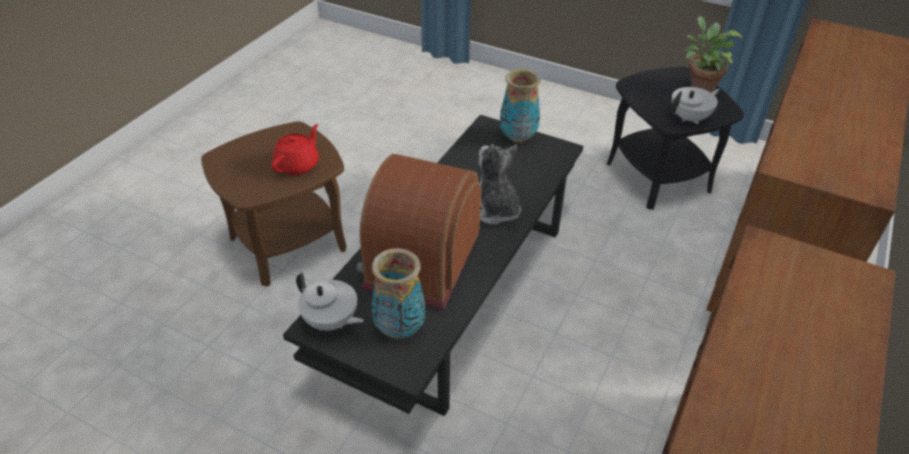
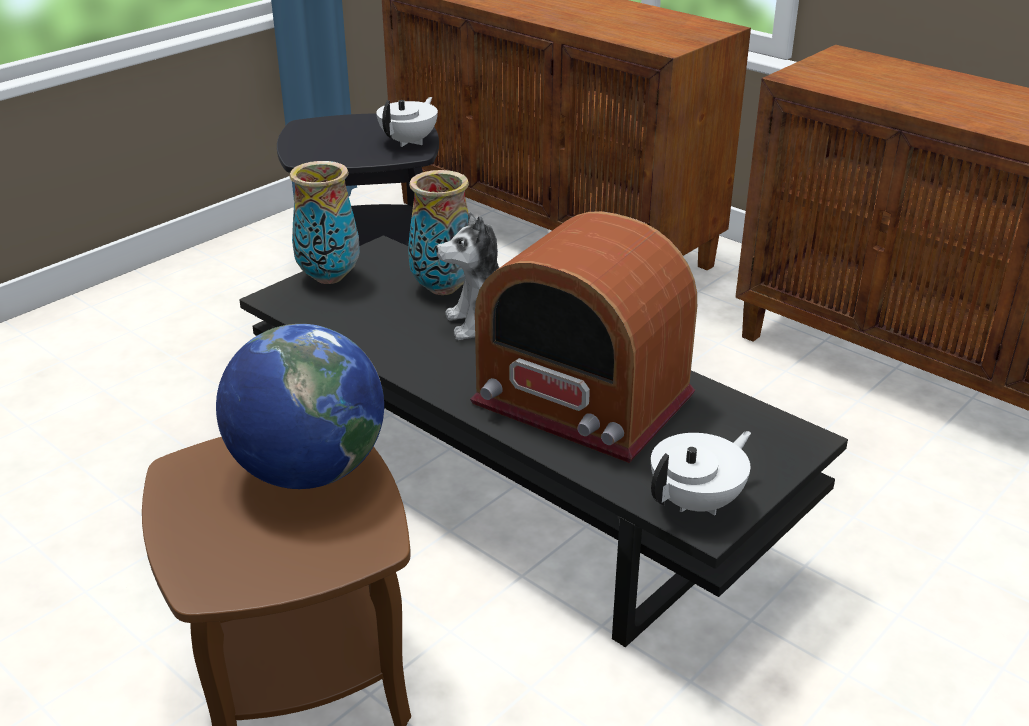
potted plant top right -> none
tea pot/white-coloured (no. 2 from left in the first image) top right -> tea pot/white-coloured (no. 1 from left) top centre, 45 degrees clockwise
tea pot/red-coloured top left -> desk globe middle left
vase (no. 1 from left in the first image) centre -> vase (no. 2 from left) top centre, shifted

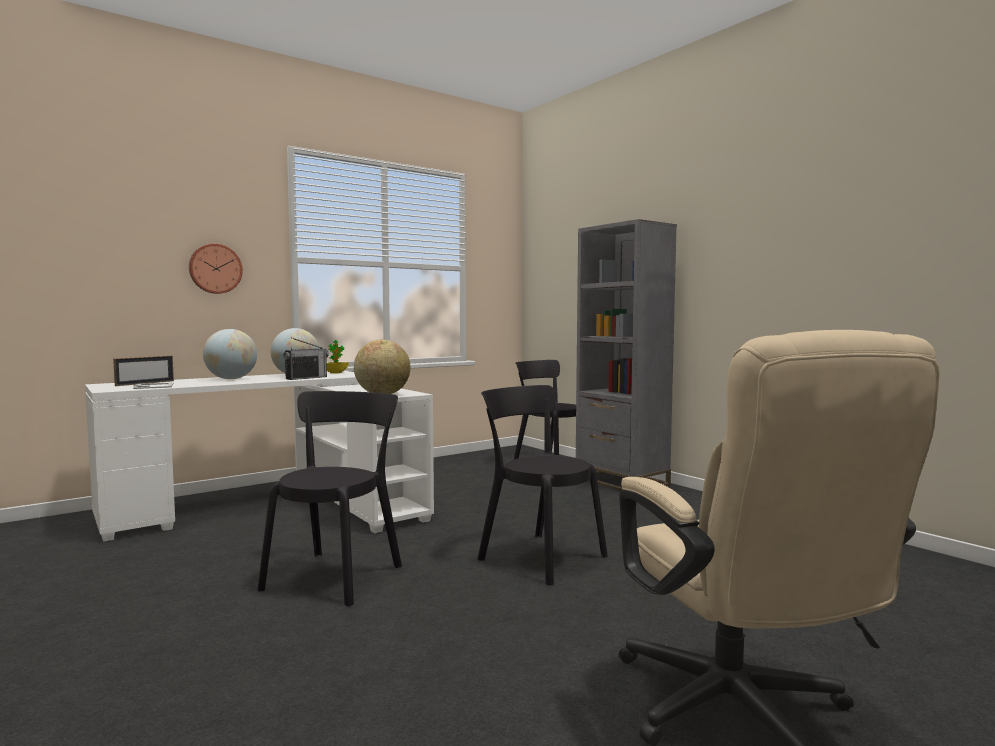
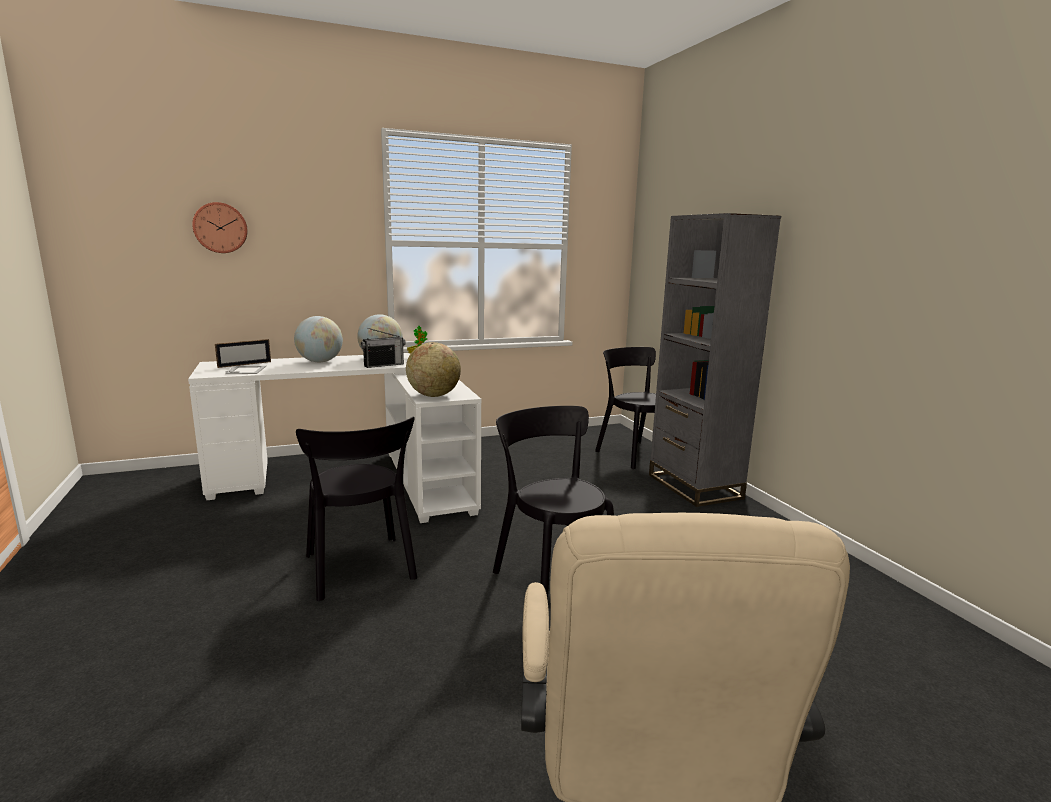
clock on the wall middle left -> clock on the wall top left, shifted
chair/blackish (no. 1 from left) bottom left -> chair/blackish (no. 1 from left) centre, 120 degrees clockwise

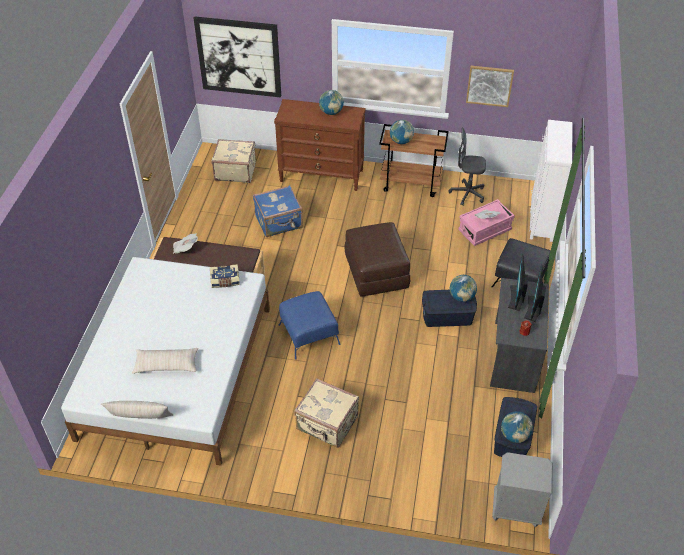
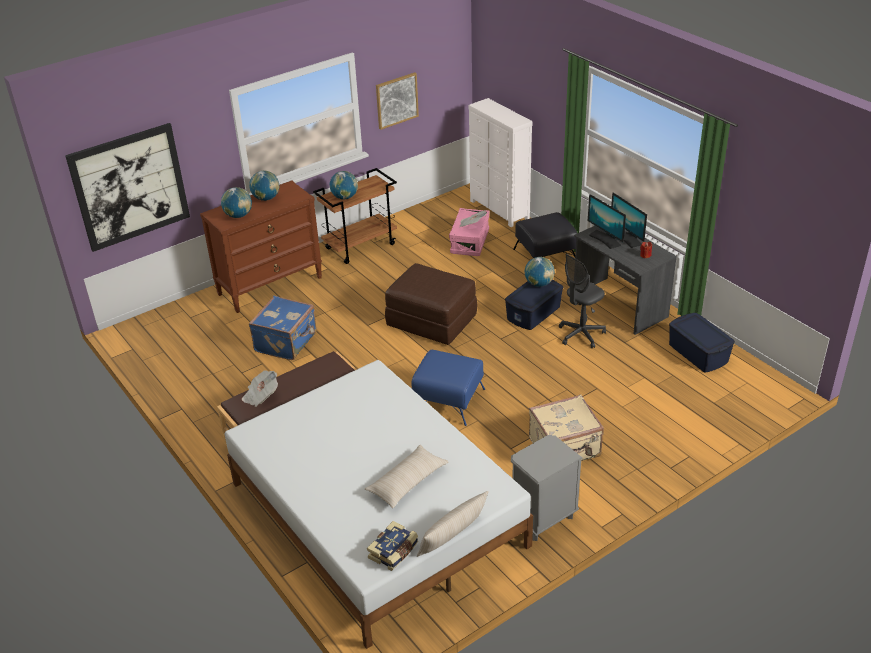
office chair/greyish top right -> office chair/greyish middle right, shifted
suitcase/beige (no. 1 from left) top centre -> none
volume middle left -> volume bottom centre, shifted
desk globe (no. 4 from left in the first image) bottom right -> desk globe (no. 1 from left) top left, shifted
night table/greyish bottom right -> night table/greyish bottom centre, shifted

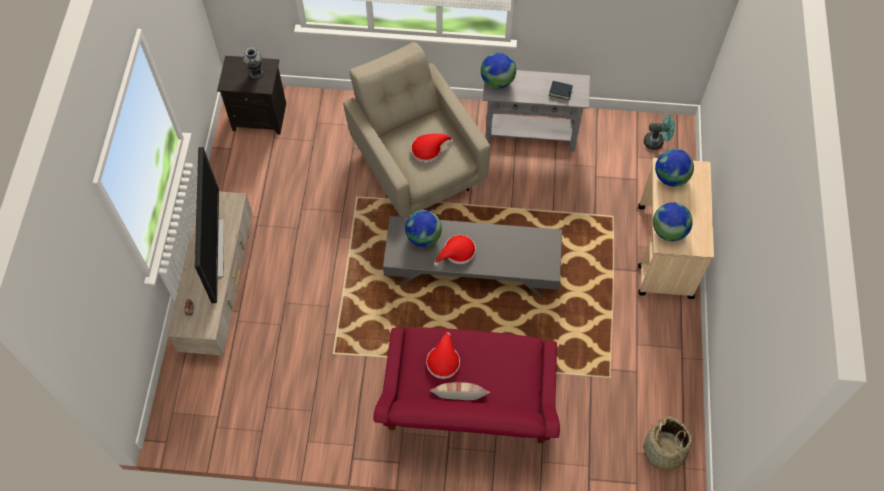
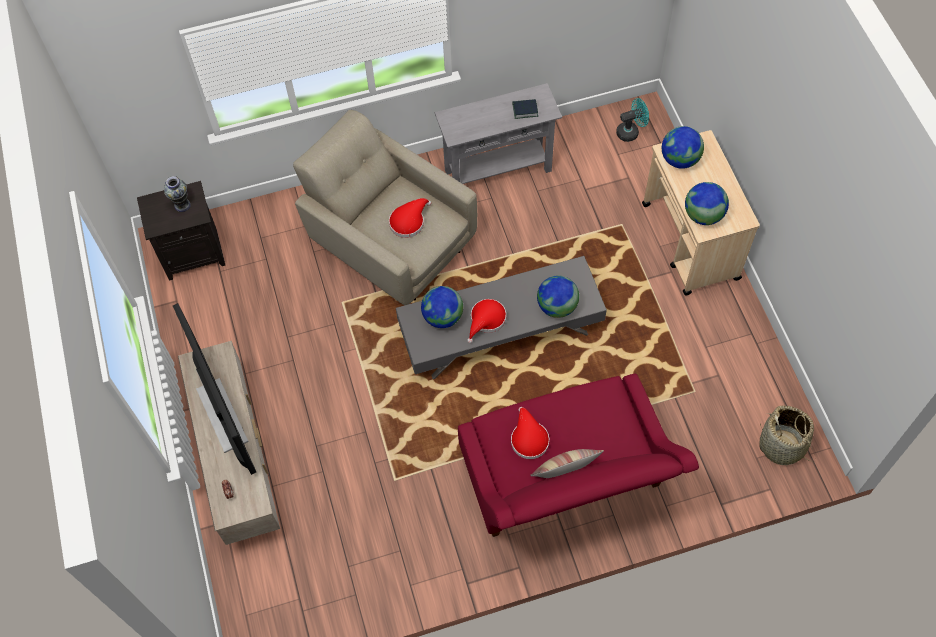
desk globe (no. 2 from left) top centre -> desk globe (no. 2 from left) centre, shifted

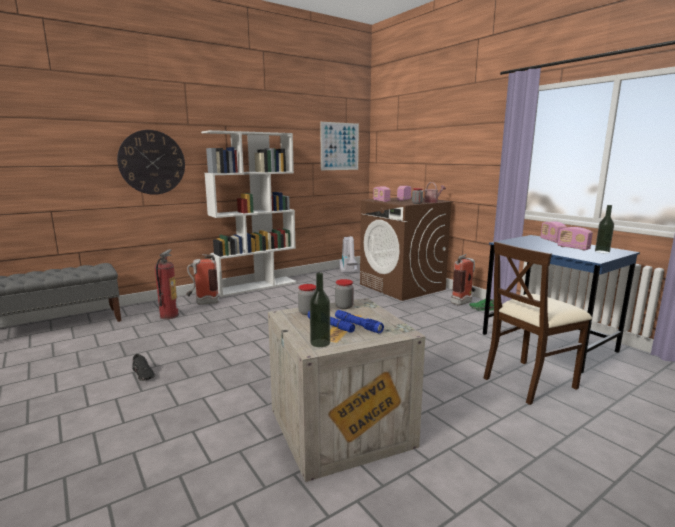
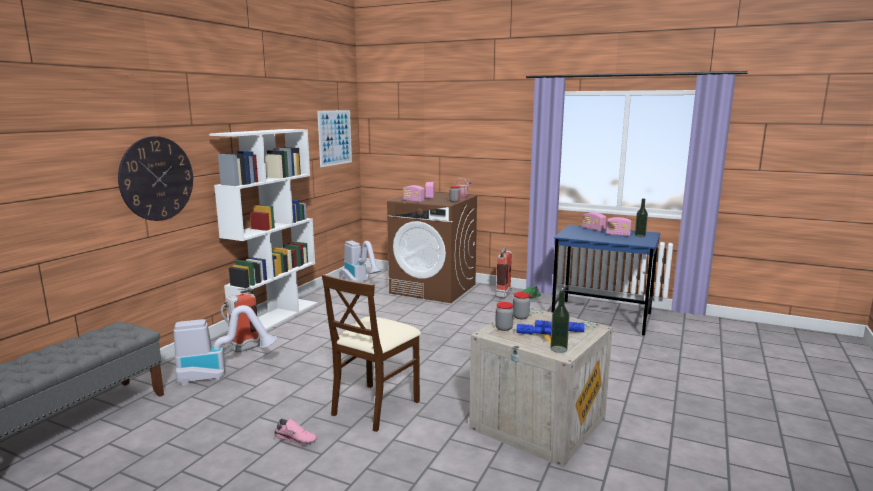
chair/beige middle right -> chair/beige bottom centre, shifted
fire-fighting cylinder (no. 1 from left) middle left -> hoover (no. 1 from left) bottom left
item of footwear/blackish bottom left -> item of footwear/pink bottom centre

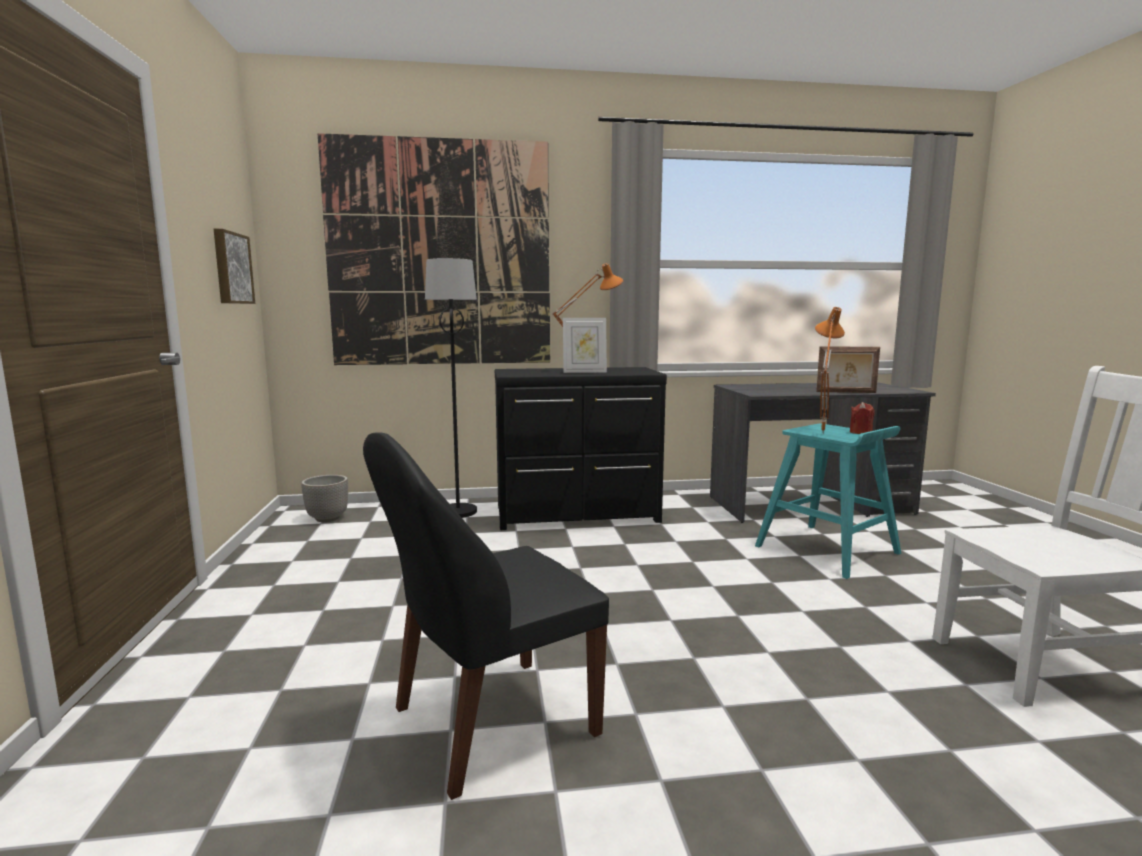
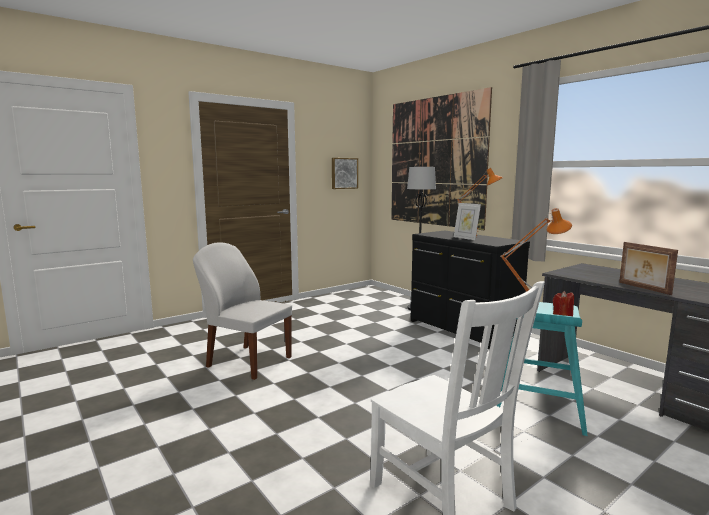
chair/blackish bottom centre -> chair/white-coloured (no. 1 from left) centre
plant pot middle left -> none

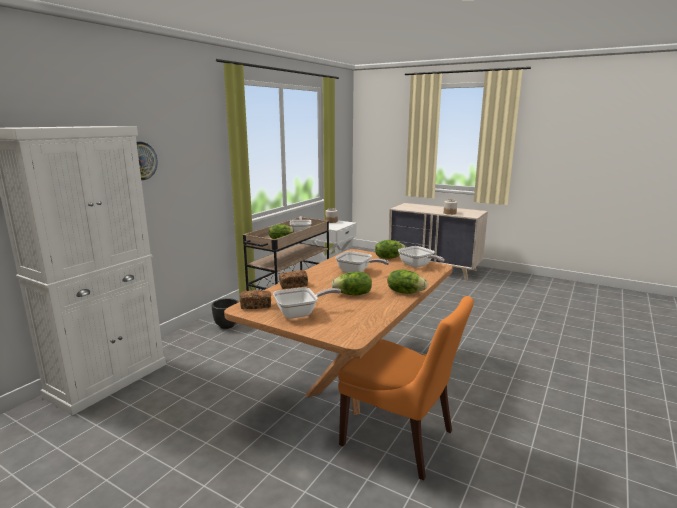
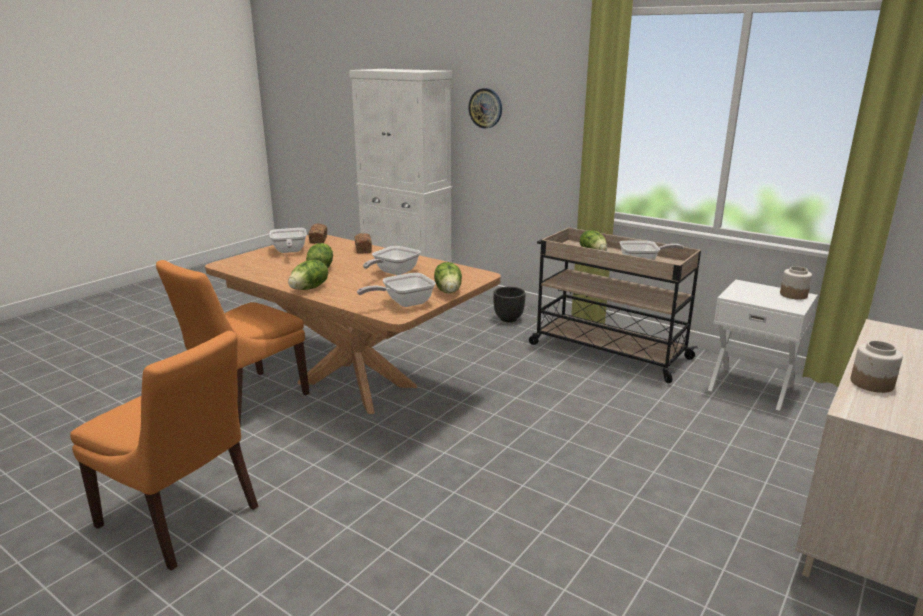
none -> chair/orange-coloured (no. 1 from left) bottom left

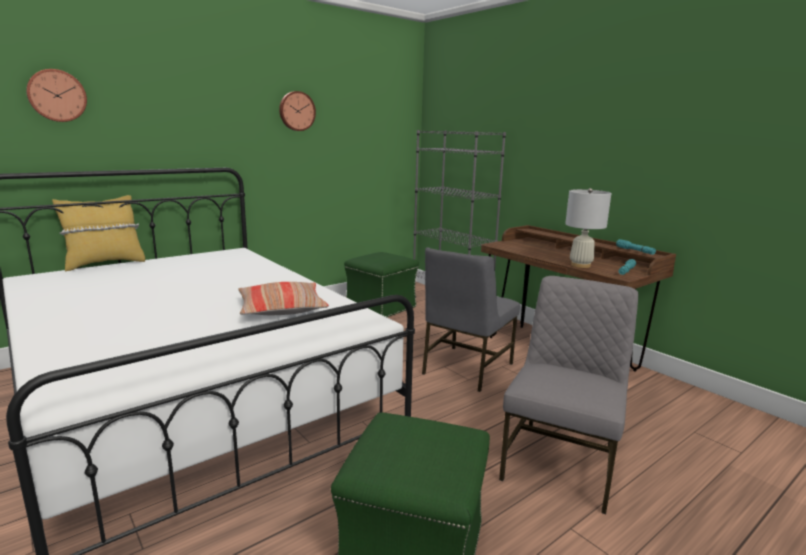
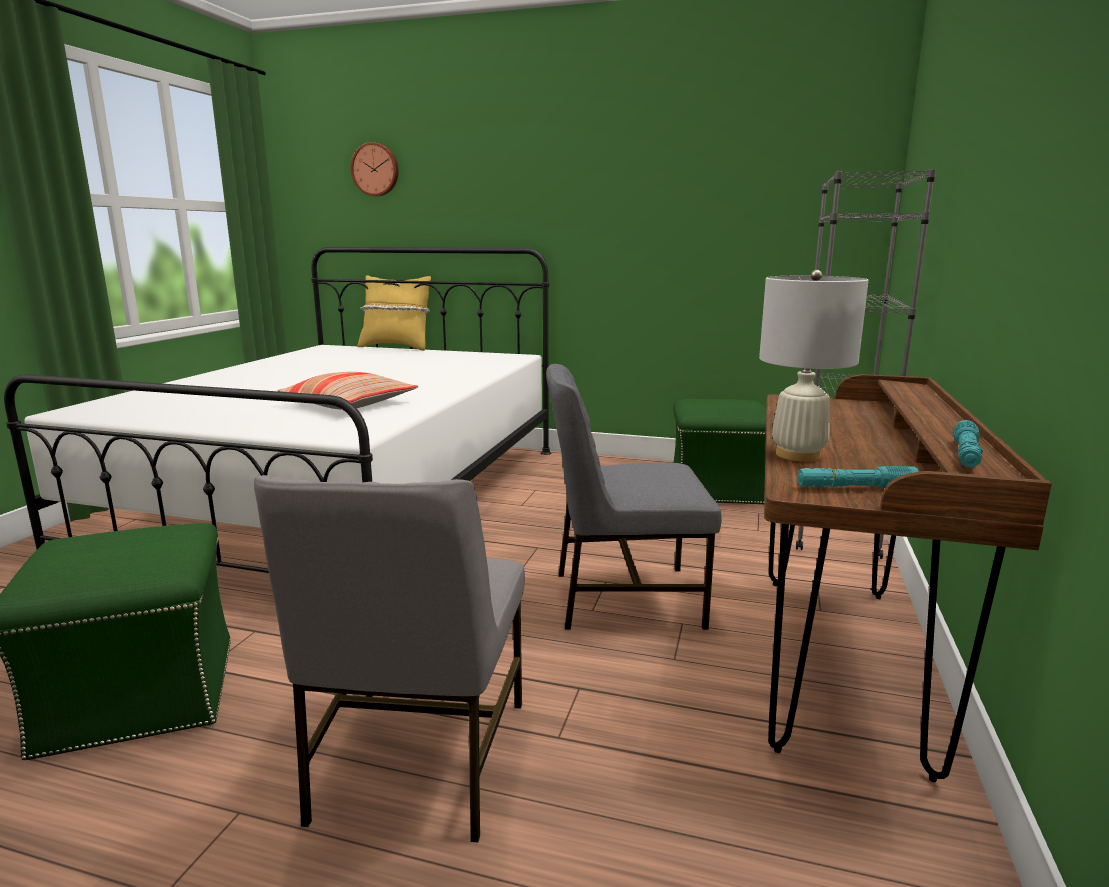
clock on the wall (no. 2 from left) top centre -> none
chair/greyish (no. 2 from left in the first image) bottom right -> chair/greyish (no. 1 from left) bottom centre, 105 degrees clockwise

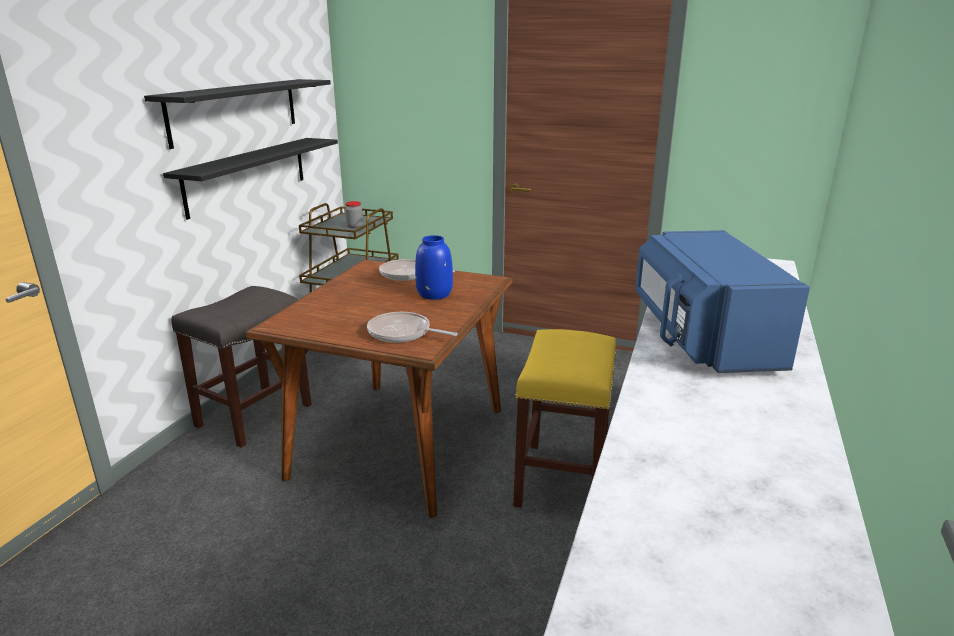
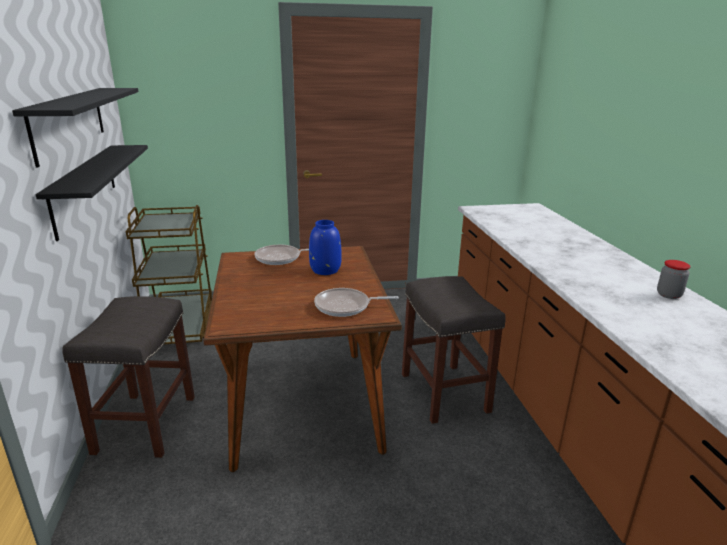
storage jar centre -> storage jar middle right, shifted
microwave/blue-coloured middle right -> none
stool seat/yellowish centre -> stool seat/greyish (no. 2 from left) centre

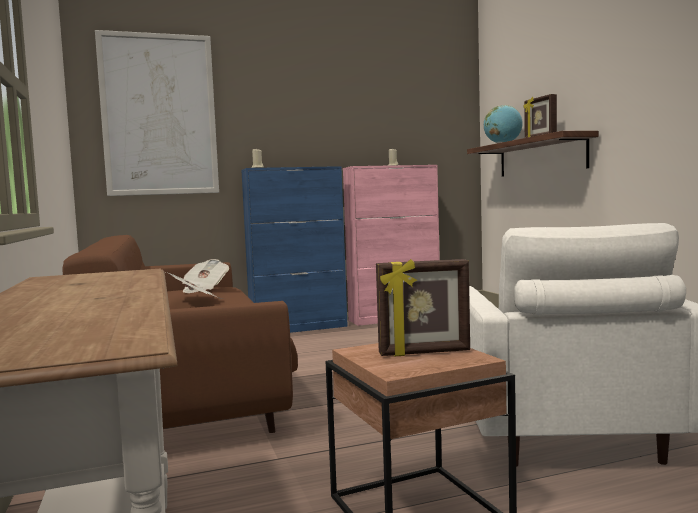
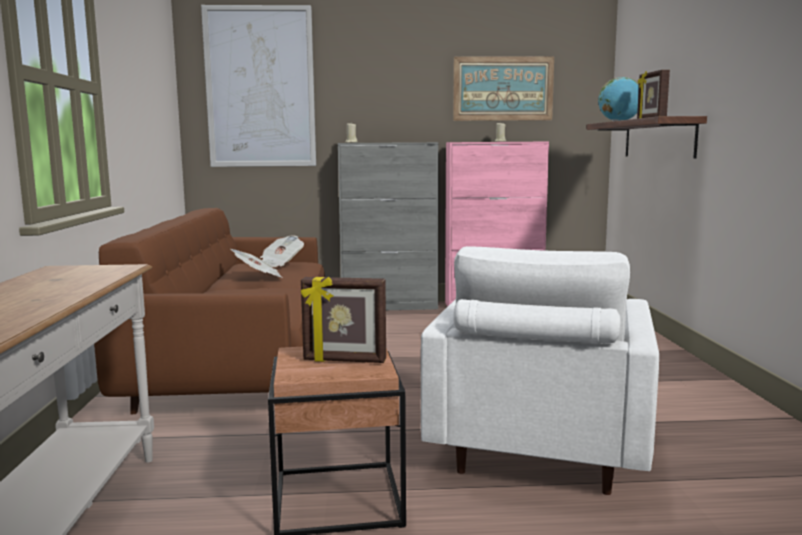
cupboard/blue-coloured centre -> cupboard/greyish centre
none -> wall art (no. 2 from left) top centre

